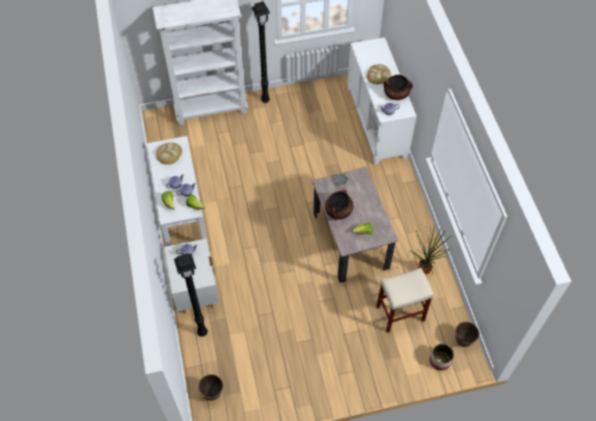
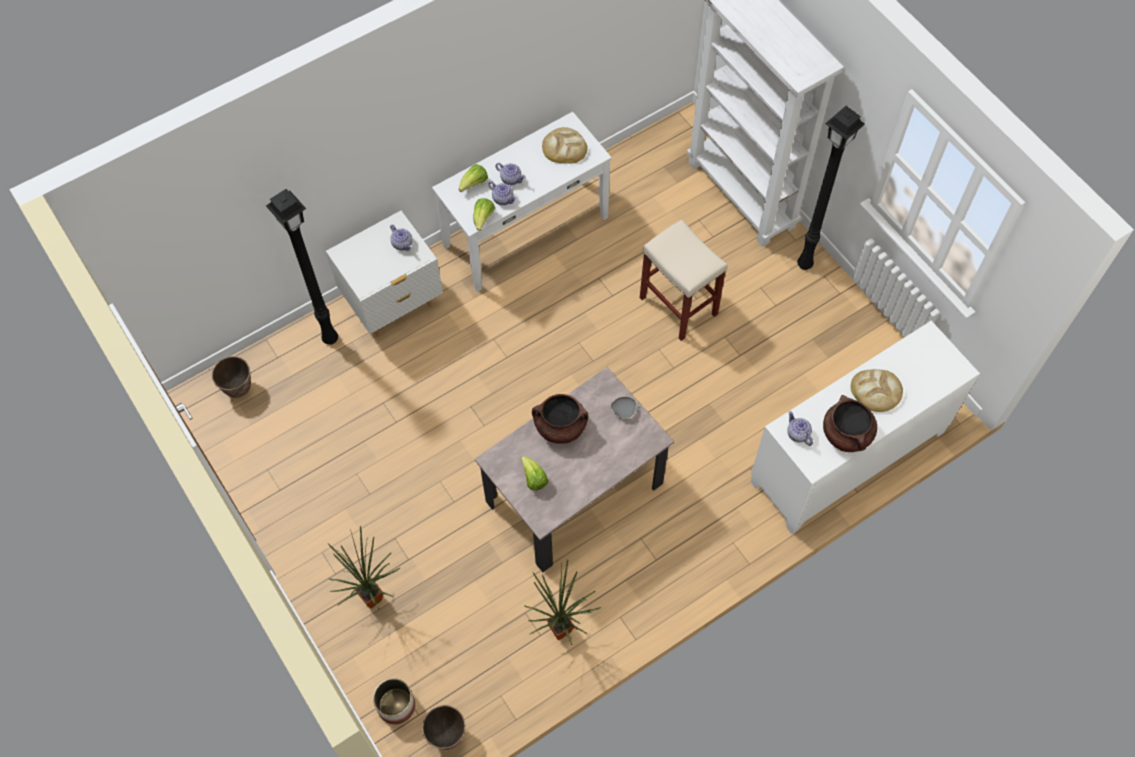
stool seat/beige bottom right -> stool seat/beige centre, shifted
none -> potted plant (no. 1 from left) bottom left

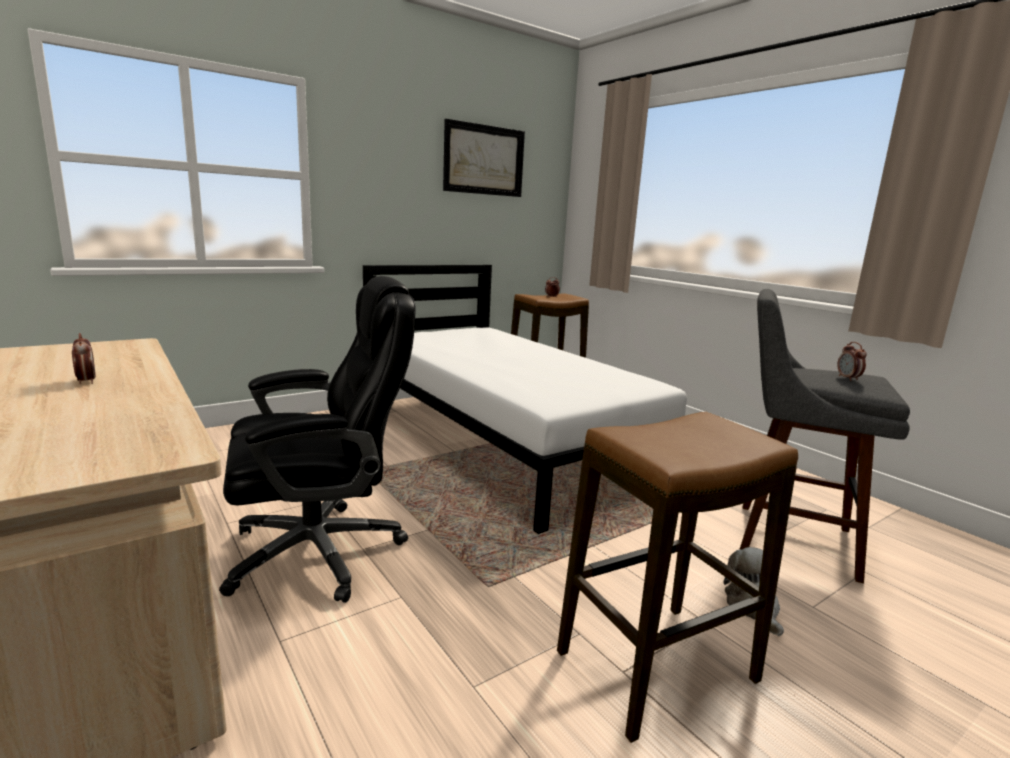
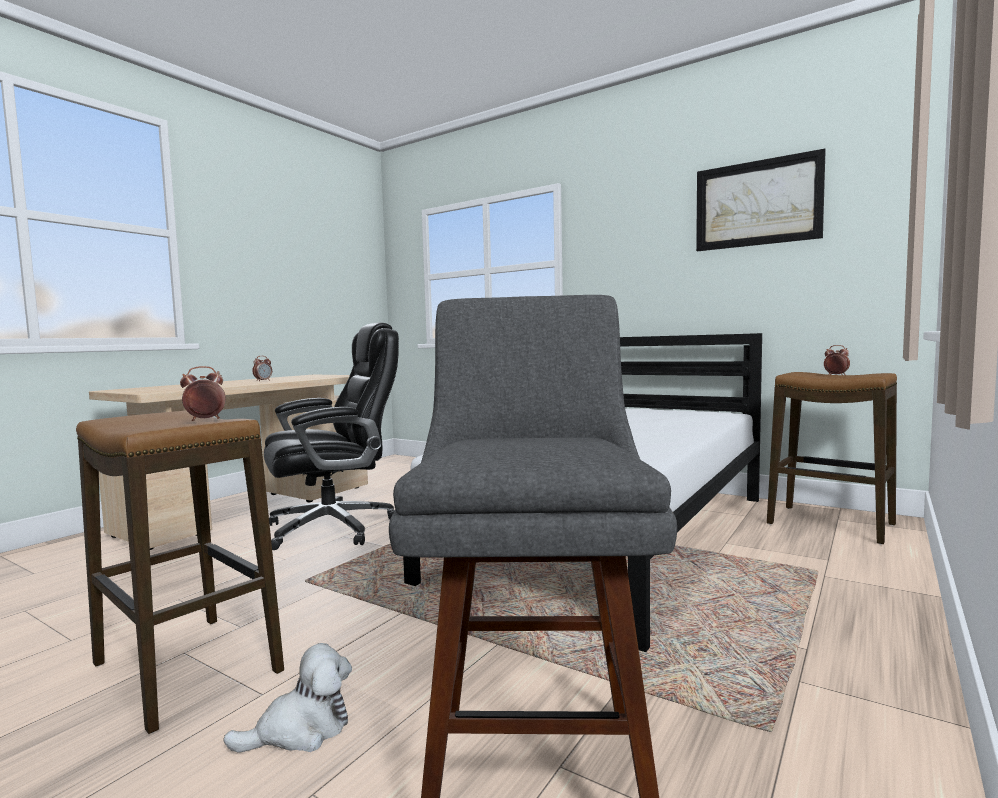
office chair/blackish middle left, 75 degrees counterclockwise
table clock (no. 3 from left in the first image) middle right -> table clock (no. 1 from left) middle left, shifted

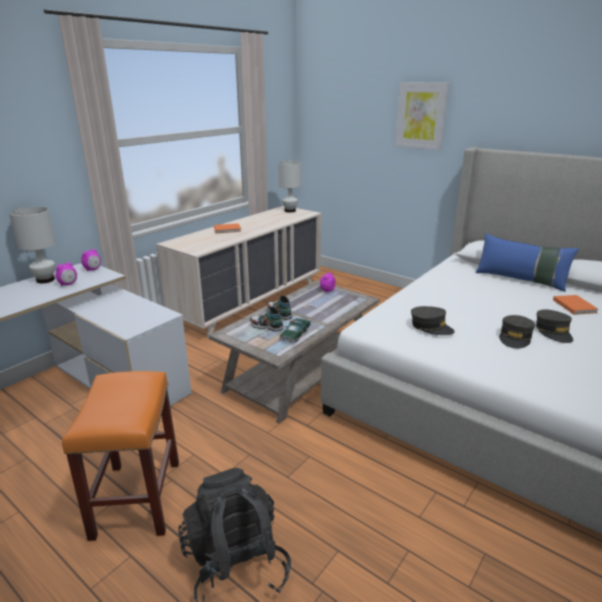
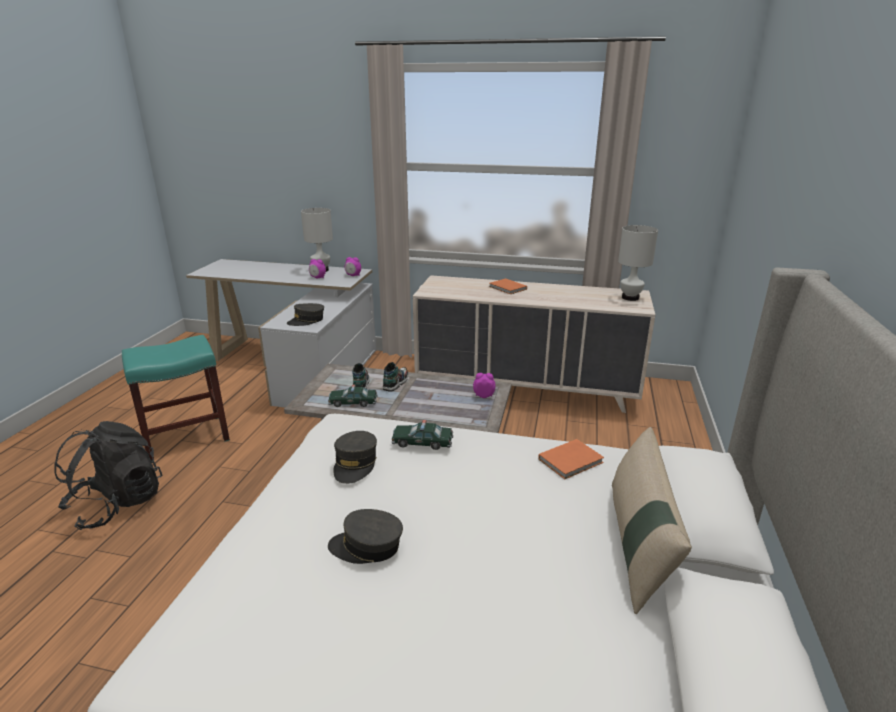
wall art top right -> none
cushion/blue-coloured middle right -> cushion/beige bottom right
volume/orange-coloured (no. 2 from left) middle right -> volume/orange-coloured (no. 2 from left) centre, shifted
peaked cap/greyish (no. 3 from left in the first image) middle right -> peaked cap/greyish (no. 1 from left) centre, shifted
stool seat/orange-coloured bottom left -> stool seat/blue-green middle left
none -> miniature car (no. 2 from left) centre

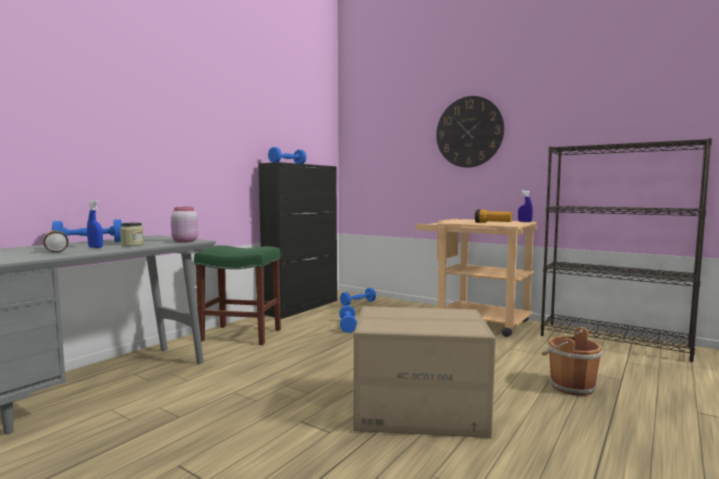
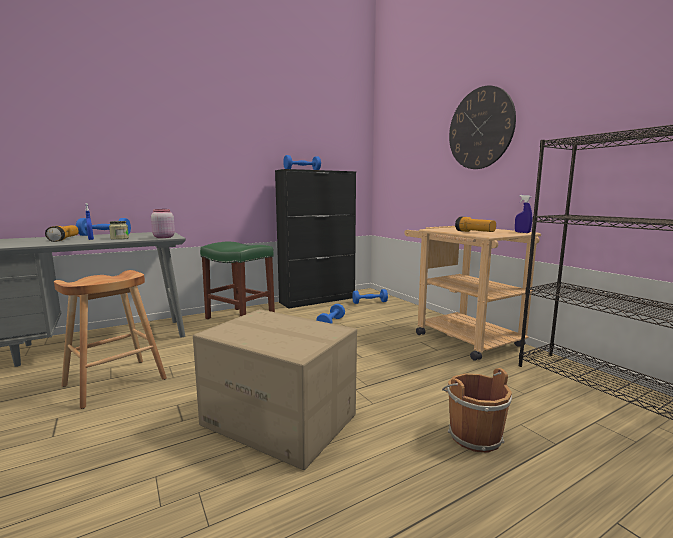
none -> stool seat/brownish middle left

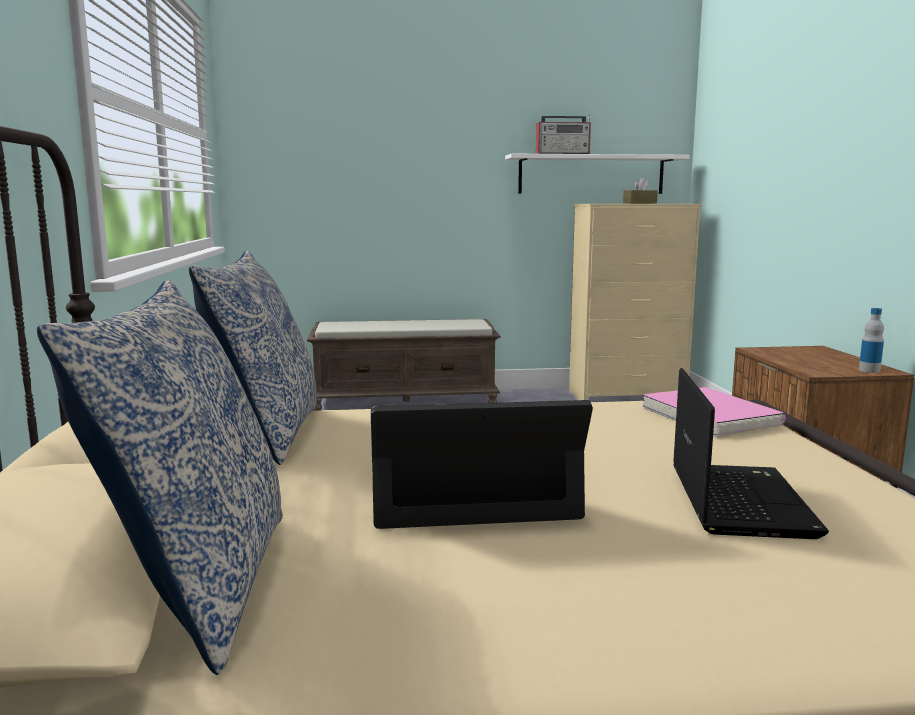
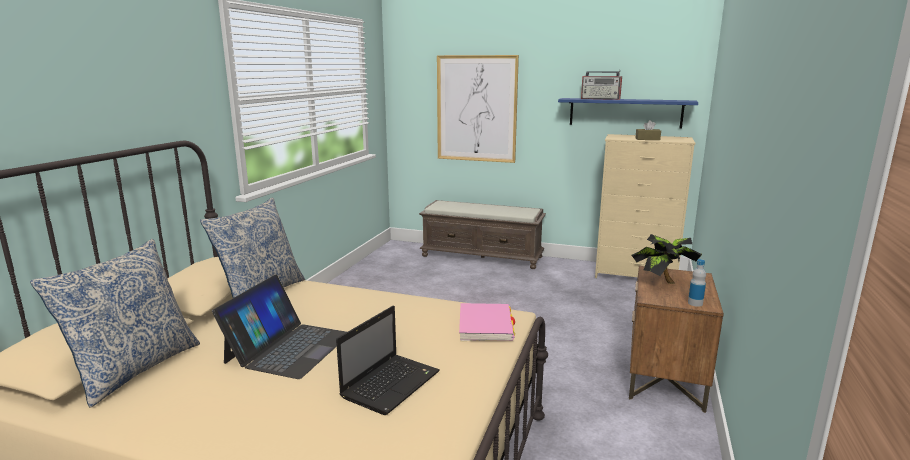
wall shelf/white-coloured top centre -> wall shelf/blue-coloured top right
laptop (no. 1 from left) centre -> laptop (no. 1 from left) bottom left, 90 degrees clockwise
none -> wall art top centre
none -> potted plant middle right

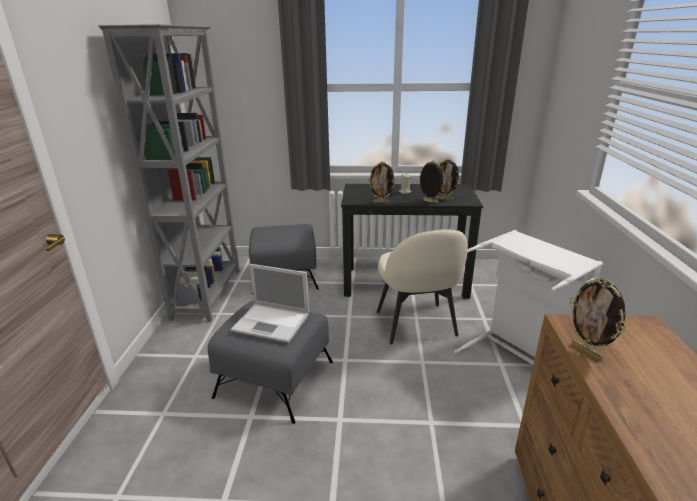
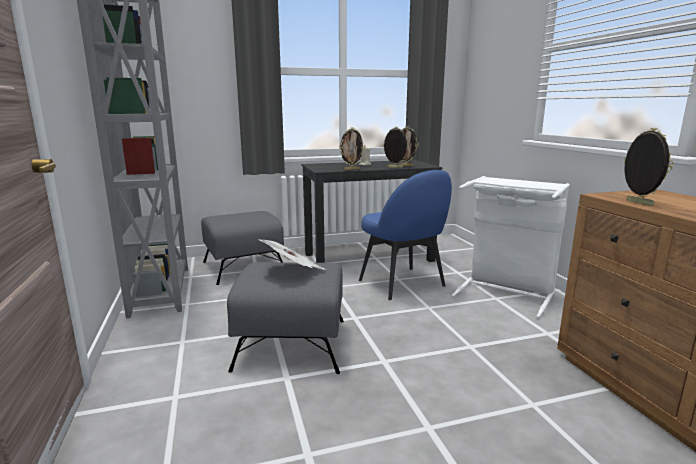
chair/beige centre -> chair/blue-coloured centre
laptop centre -> daily paper centre
standing frame (no. 4 from left) middle right, 150 degrees counterclockwise

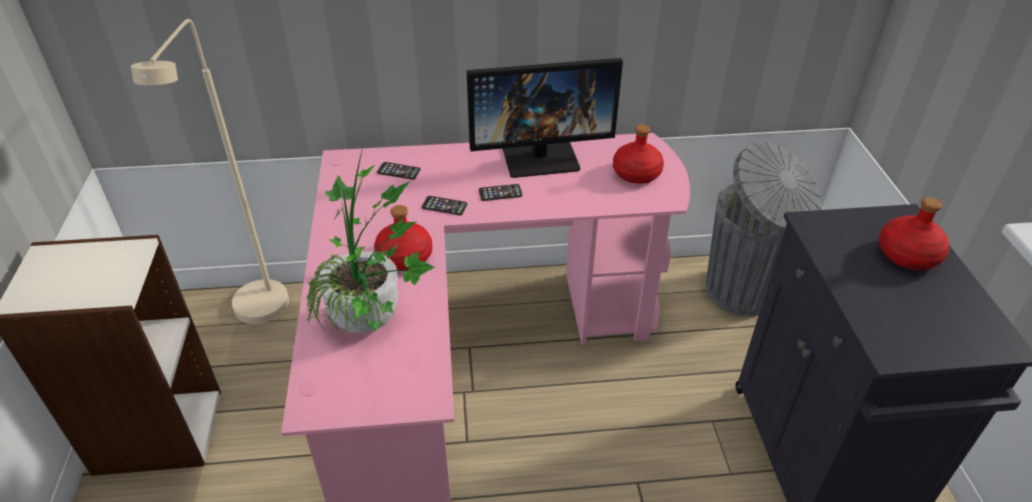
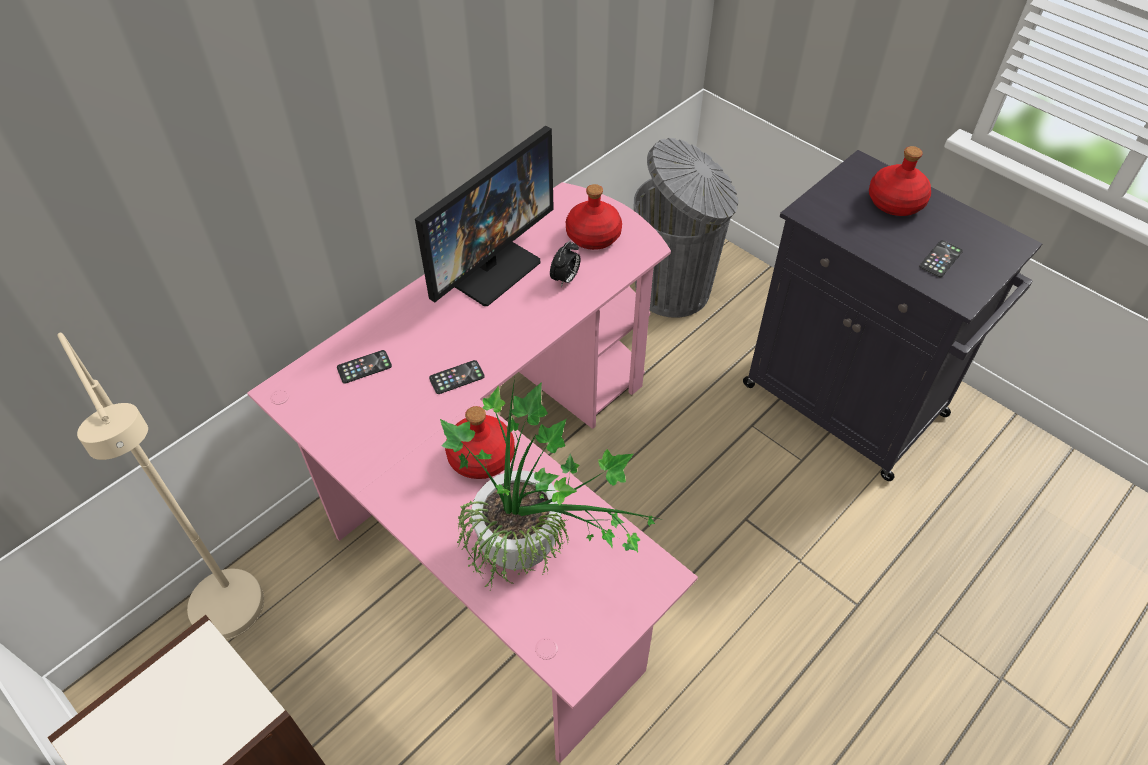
telephone (no. 3 from left) centre -> telephone (no. 3 from left) middle right, shifted
none -> table clock centre

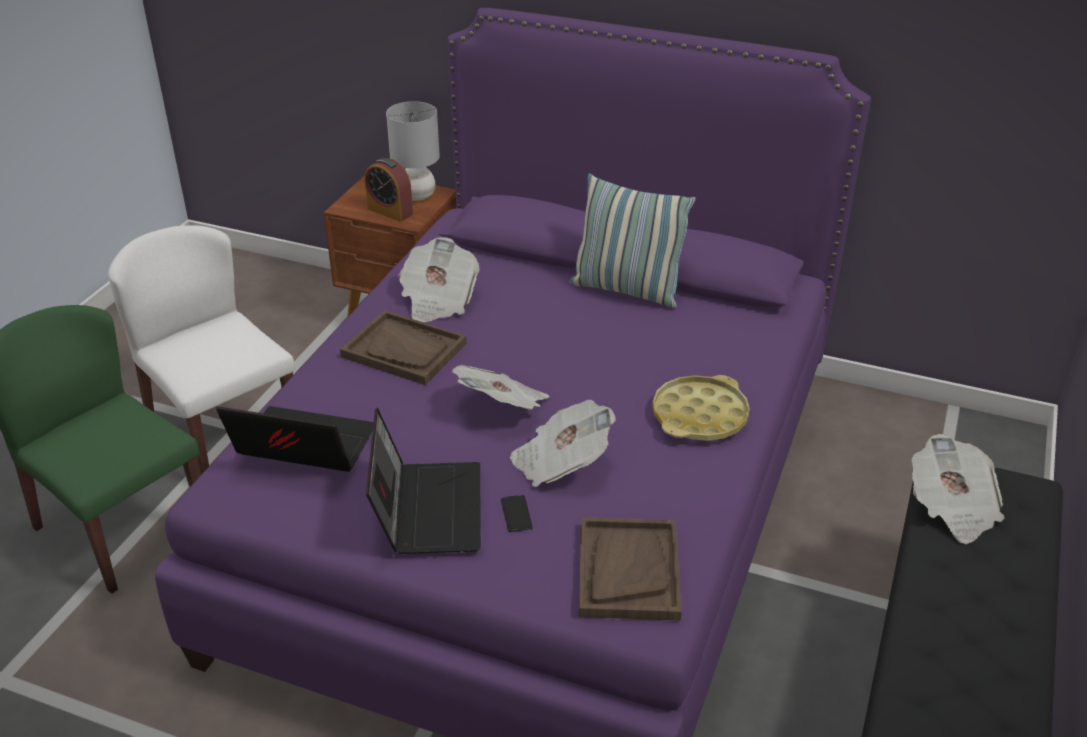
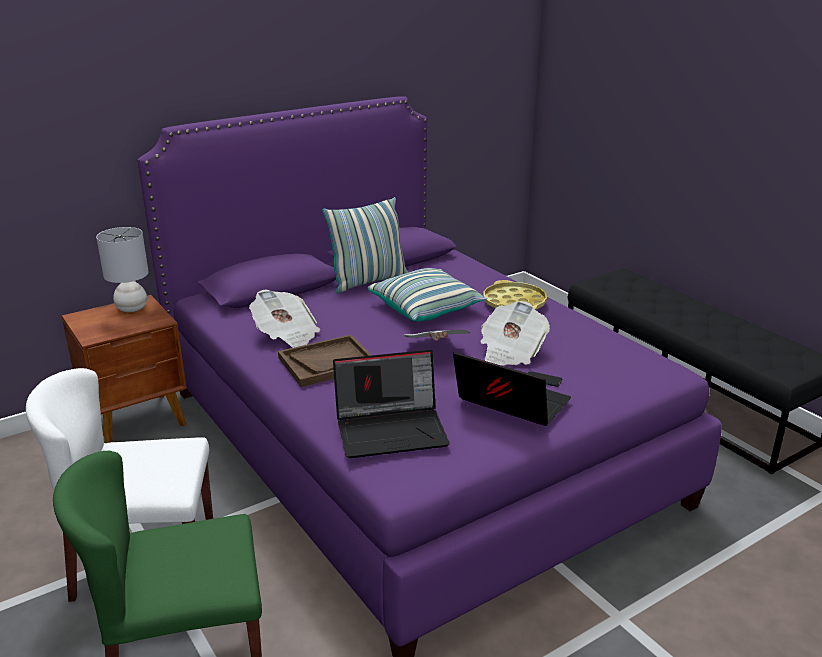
table clock top centre -> none
laptop (no. 1 from left) middle left -> laptop (no. 1 from left) centre, 150 degrees counterclockwise
daily paper (no. 4 from left) middle right -> none
carrying tray/brownish (no. 2 from left) bottom centre -> none
none -> cushion (no. 2 from left) centre

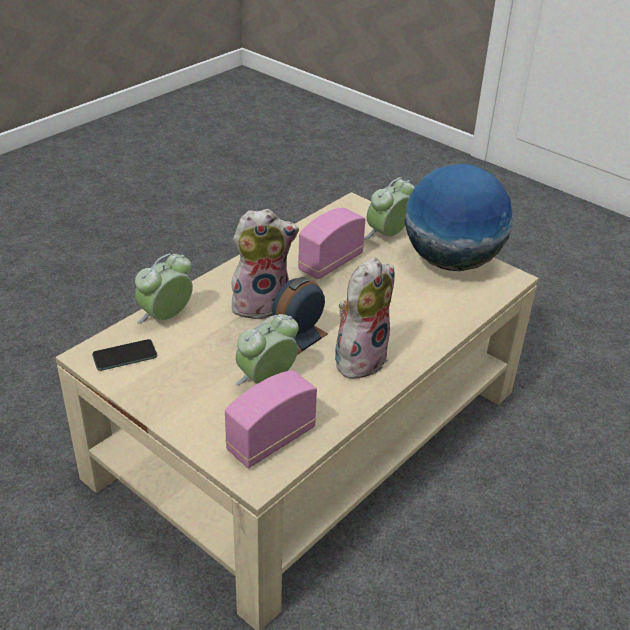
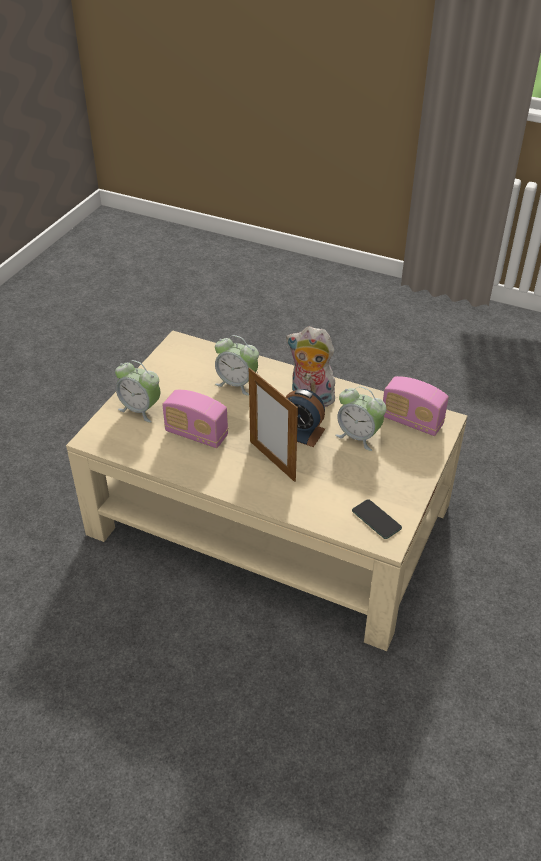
desk globe middle right -> none
soft toy (no. 1 from left) centre -> standing frame centre
table clock (no. 1 from left in the first image) middle left -> table clock (no. 2 from left) centre, shifted

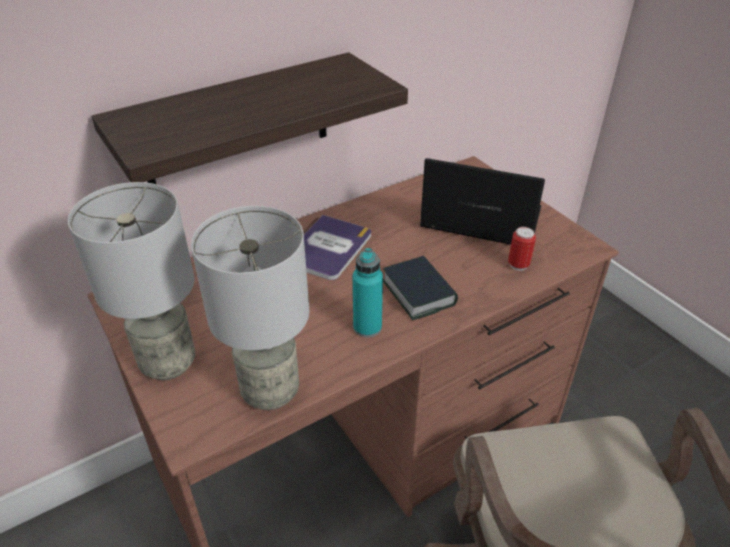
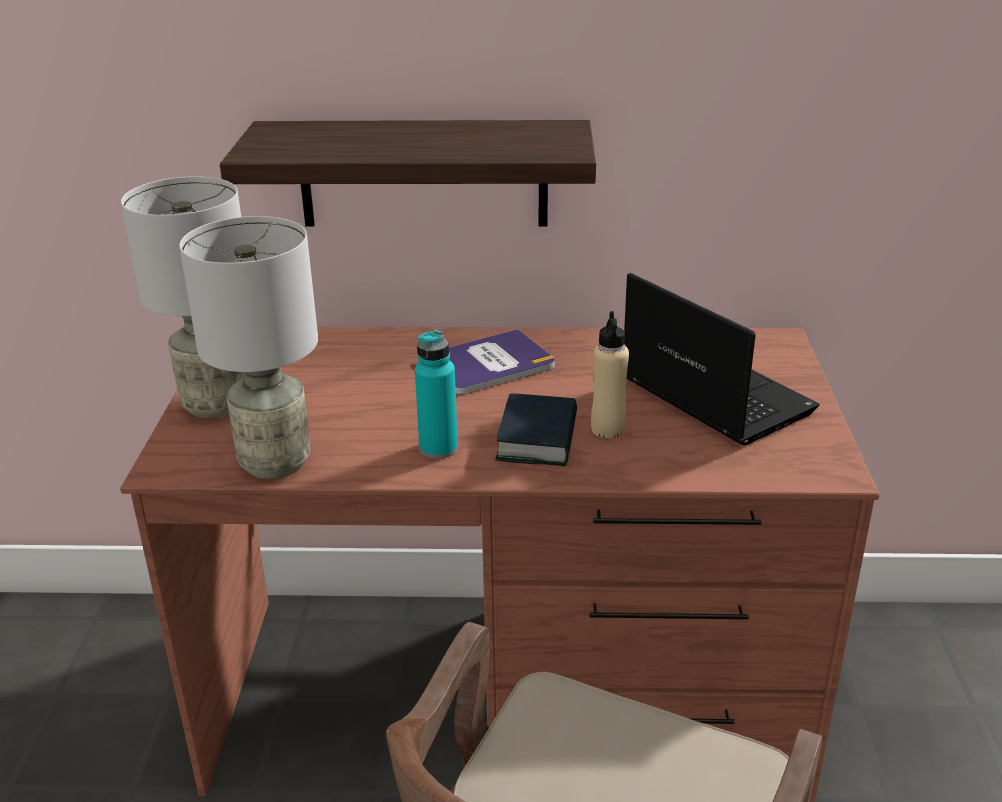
metal can middle right -> none
none -> drink bottle/beige centre

